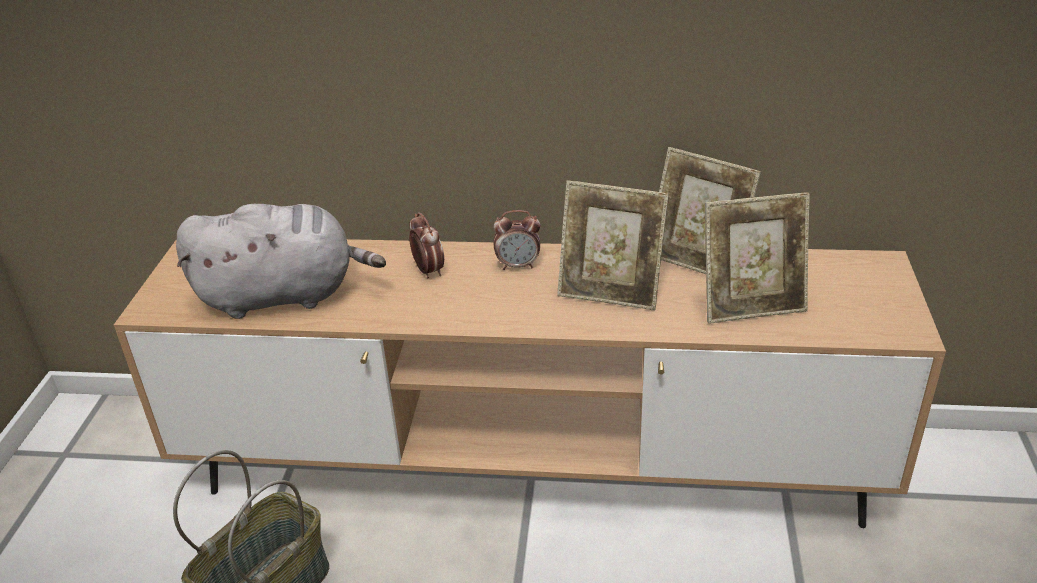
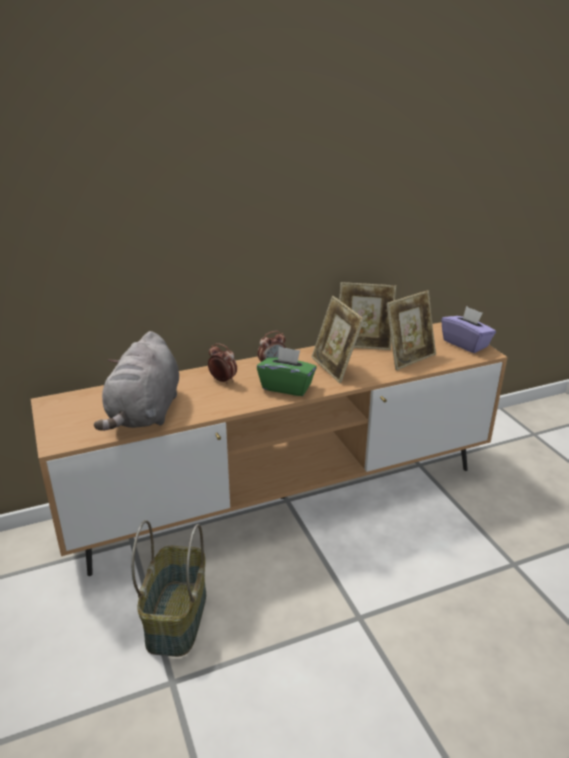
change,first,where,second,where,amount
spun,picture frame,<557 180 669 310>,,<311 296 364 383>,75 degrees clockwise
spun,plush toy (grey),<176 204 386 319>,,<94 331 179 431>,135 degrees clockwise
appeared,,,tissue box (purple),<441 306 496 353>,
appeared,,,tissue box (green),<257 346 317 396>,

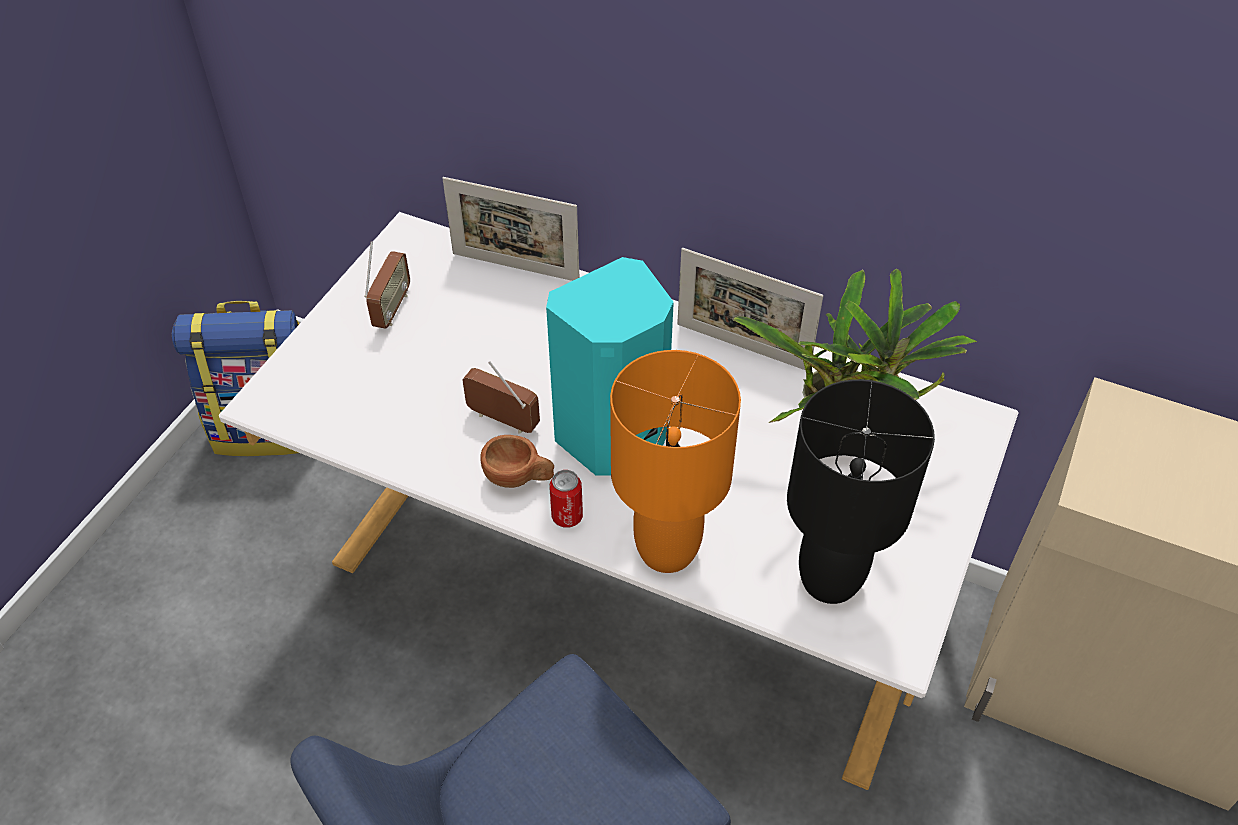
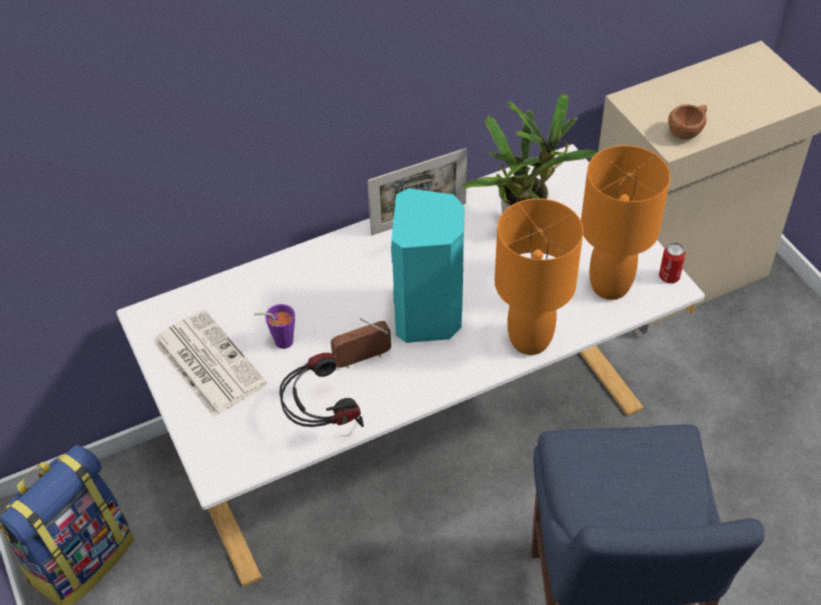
change,first,where,second,where,amount
missing,picture frame,<442 177 580 281>,,,
exchanged,radio,<364 242 410 329>,newspaper,<153 309 267 417>,
colour,table lamp (black),<787 379 935 604>,table lamp (orange),<581 145 670 300>,
relocated,cup (brown),<480 435 554 488>,,<668 104 707 140>,
relocated,can,<549 470 583 528>,,<659 243 686 283>,
appeared,,,cup (purple),<254 304 295 349>,
appeared,,,headphones,<279 353 364 427>,

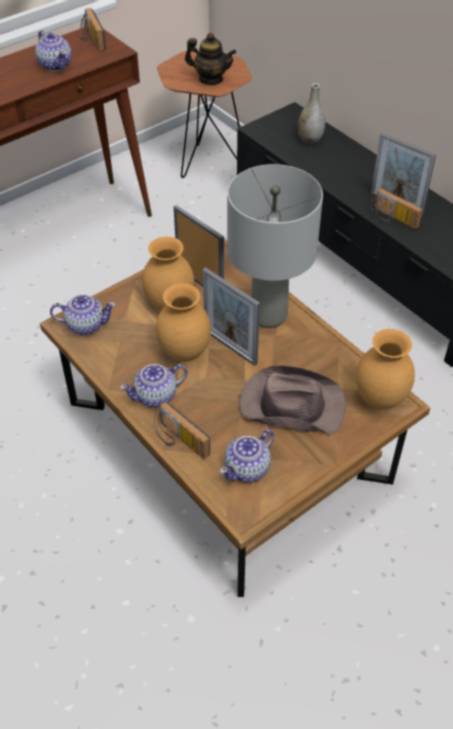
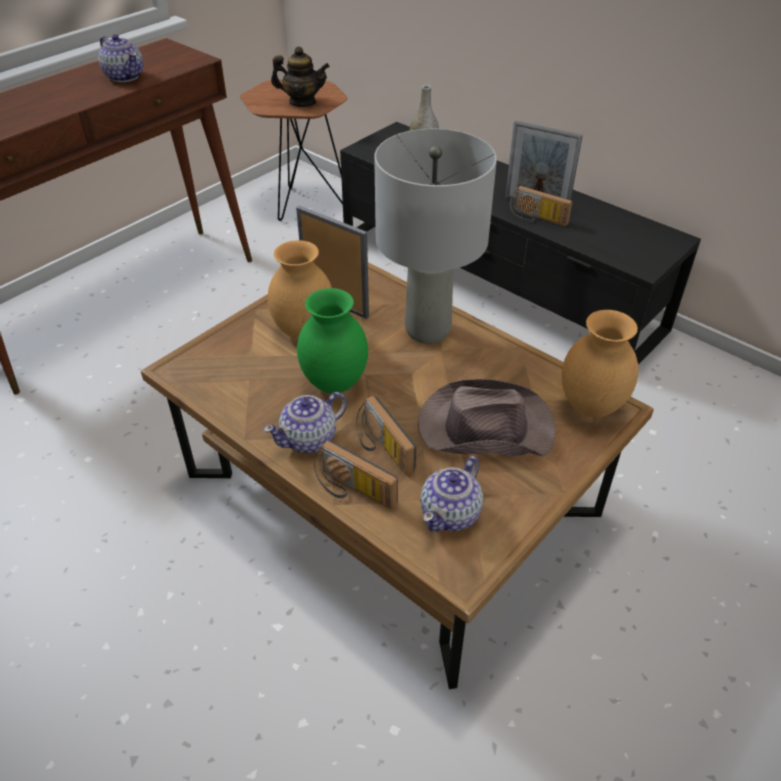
change,first,where,second,where,amount
relocated,radio,<80 8 106 51>,,<356 396 416 475>,
missing,picture frame,<203 267 260 366>,,,
colour,vase (brown),<156 283 211 362>,vase (green),<297 288 368 393>,
missing,teapot,<50 294 116 335>,,,

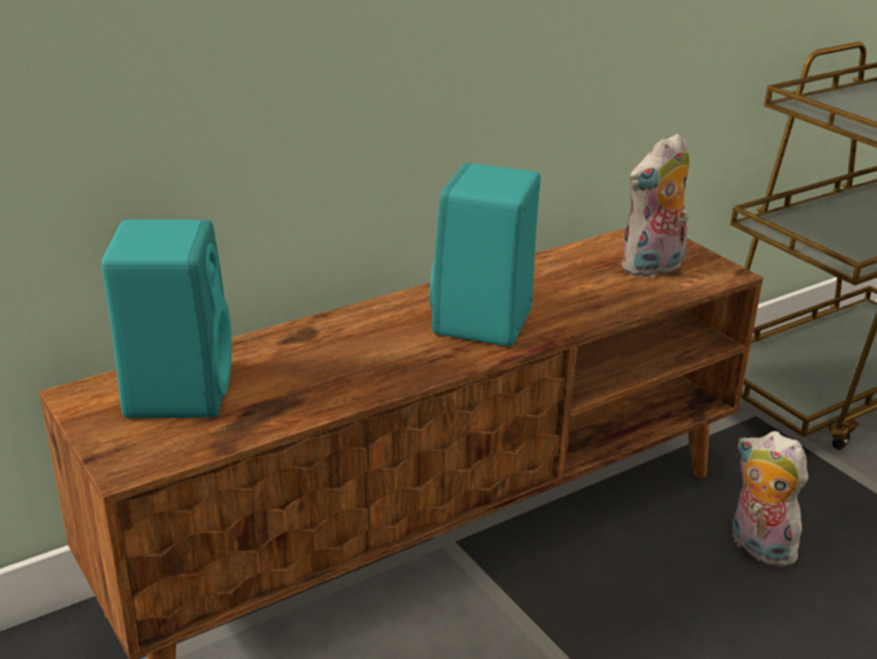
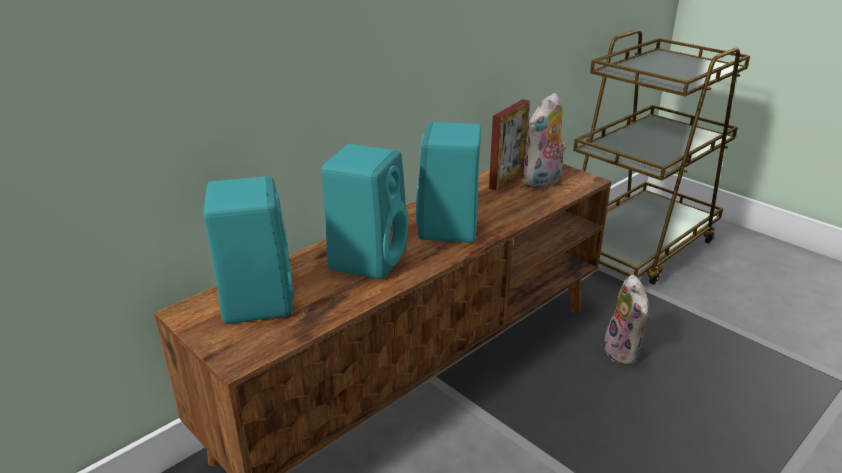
change,first,where,second,where,amount
spun,plush toy,<732 431 808 567>,,<604 275 650 365>,135 degrees counterclockwise
appeared,,,picture frame,<489 99 530 190>,
appeared,,,speaker (turquoise),<321 144 408 279>,

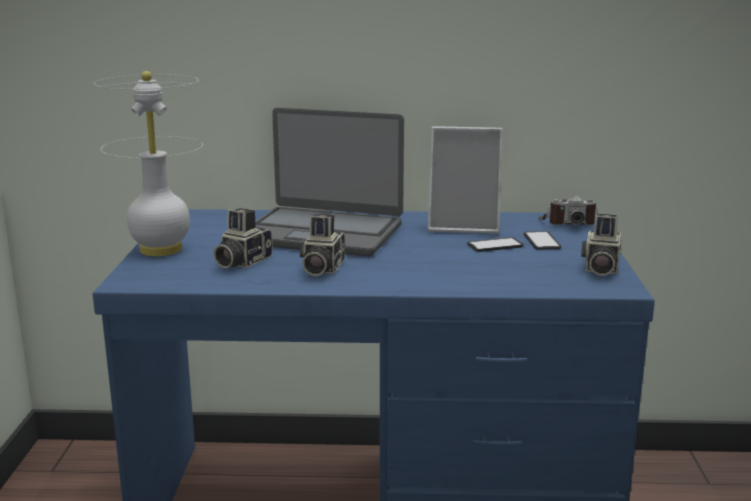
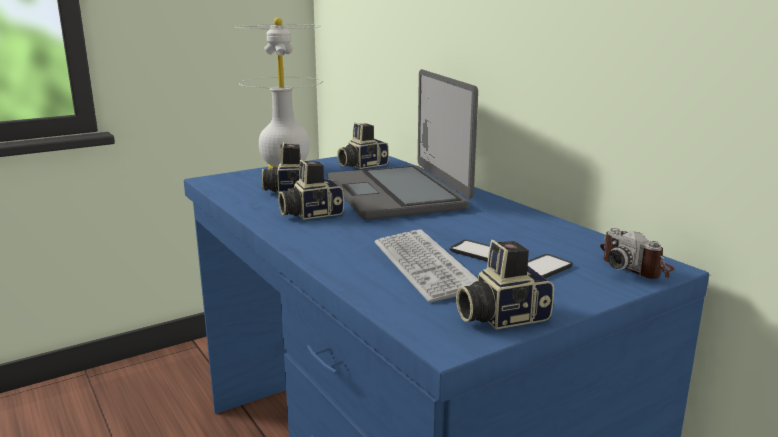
change,first,where,second,where,amount
missing,picture frame,<428 126 503 234>,,,
appeared,,,photo camera,<337 123 389 169>,
appeared,,,keyboard,<375 229 478 302>,

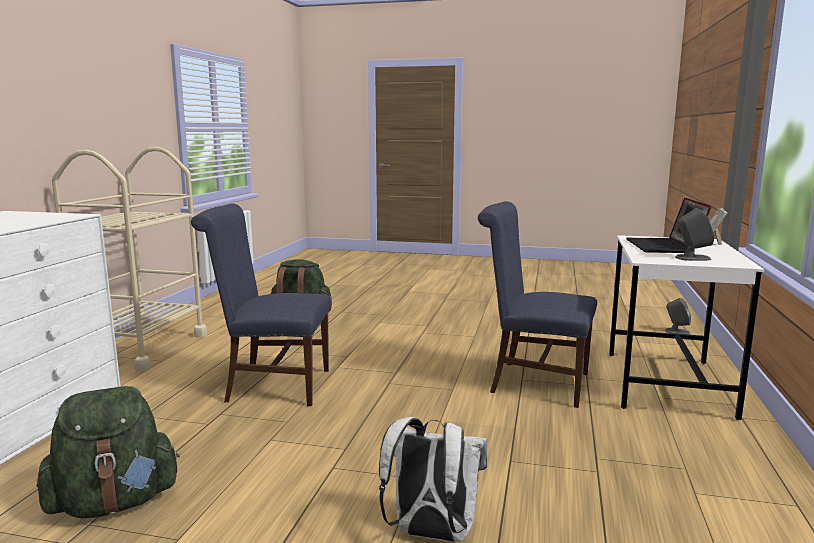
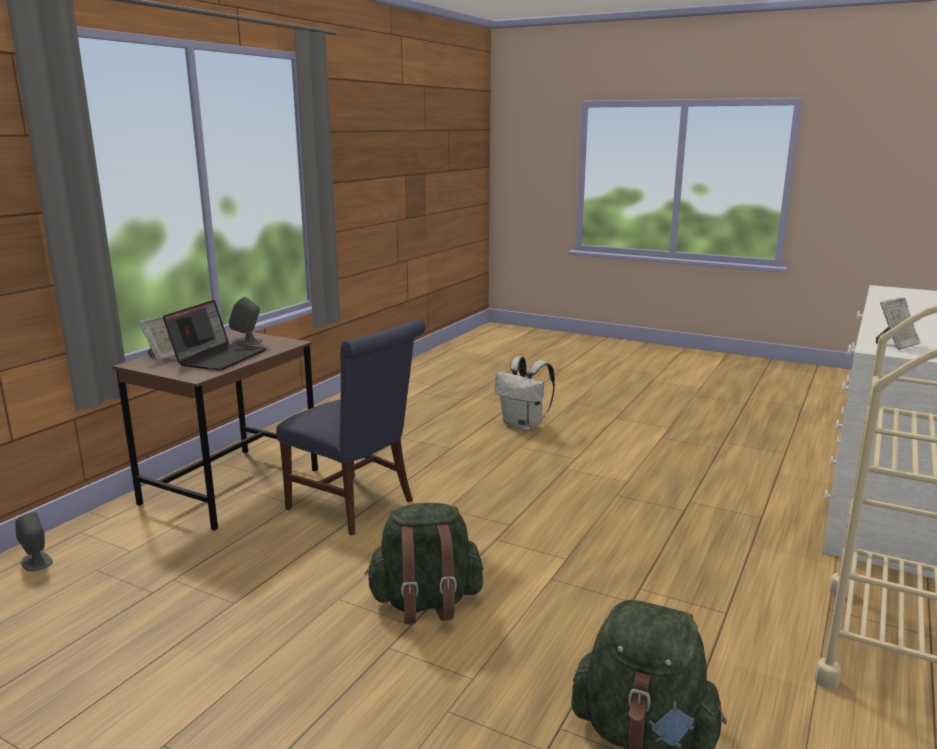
change,first,where,second,where,amount
missing,chair (blue),<191 204 331 406>,,,
colour,desk (white),<609 235 765 420>,desk (brown),<113 330 318 531>,
relocated,backpack (green),<36 386 180 518>,,<365 503 483 624>,
appeared,,,picture frame,<876 298 920 350>,

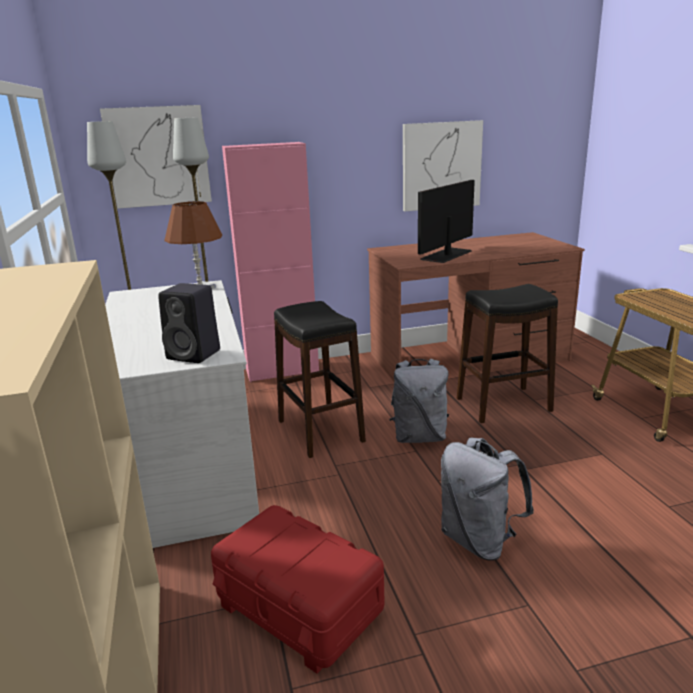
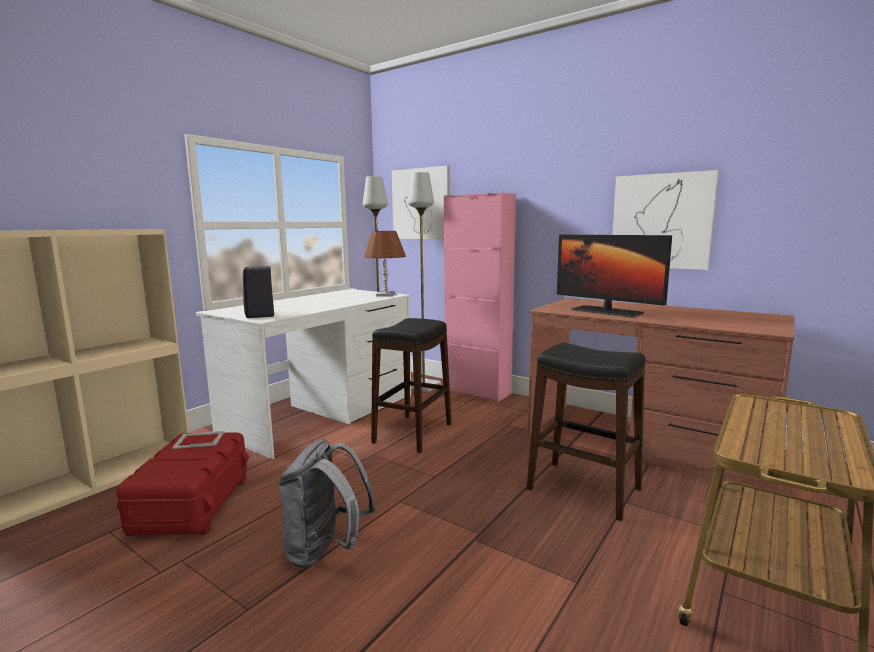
change,first,where,second,where,amount
spun,monitor,<418 180 475 263>,,<557 235 672 318>,135 degrees counterclockwise
missing,backpack (grey),<390 358 449 443>,,,
appeared,,,picture frame,<172 431 224 449>,

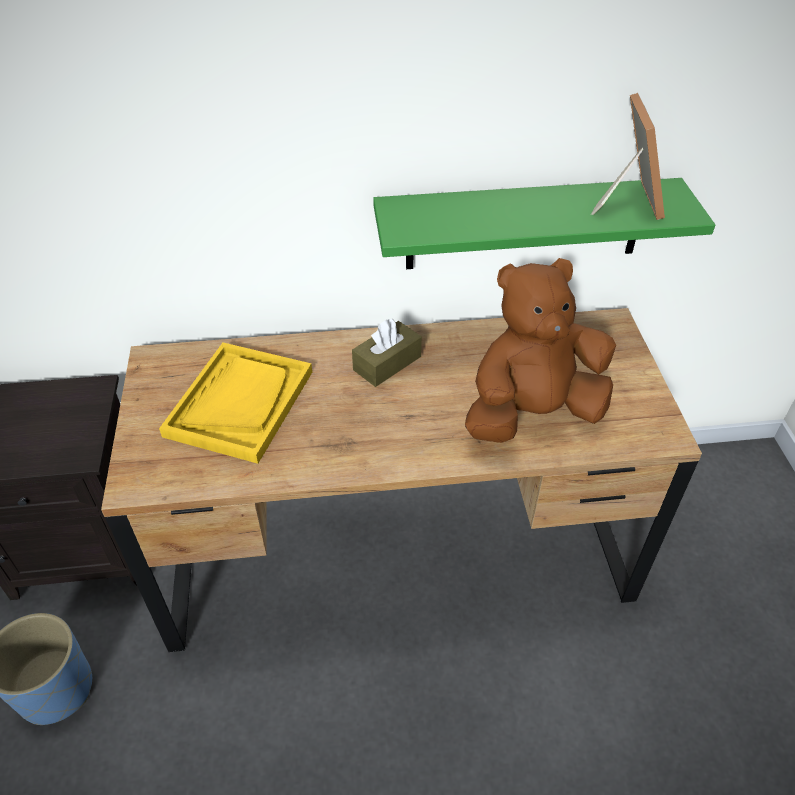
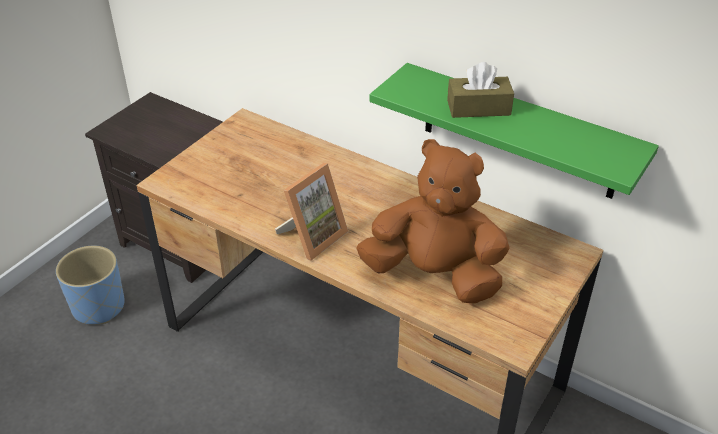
change,first,where,second,where,amount
relocated,picture frame,<591 93 665 220>,,<275 163 348 260>,
relocated,tissue box (brown),<352 319 422 387>,,<447 62 514 118>,
missing,tray (yellow),<159 343 312 464>,,,

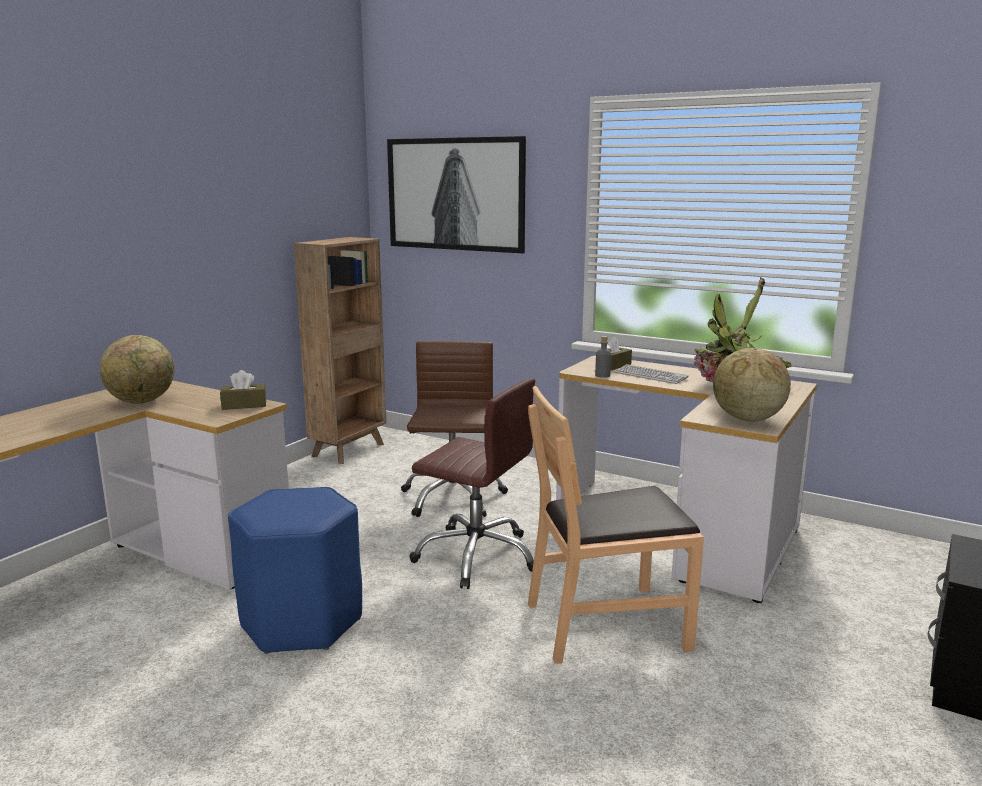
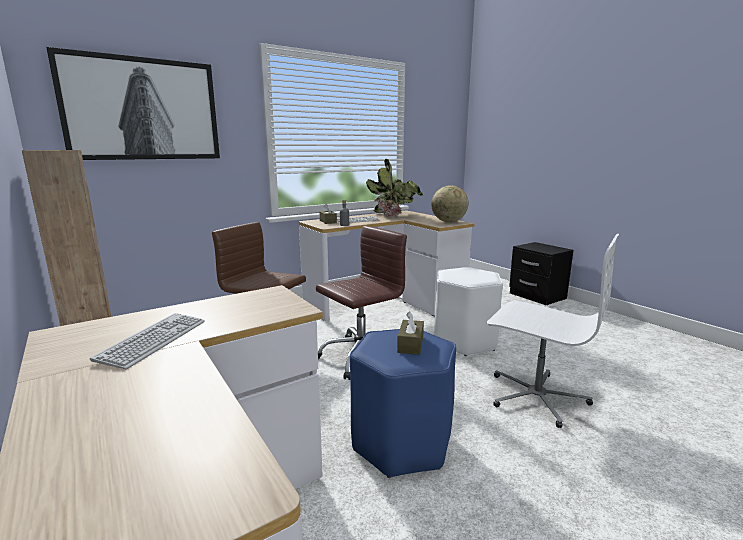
change,first,where,second,where,amount
exchanged,globe,<99 335 175 404>,keyboard,<90 313 205 369>,
relocated,tissue box (brown),<220 370 266 410>,,<397 311 424 355>,
exchanged,chair (brown),<528 386 704 664>,stool (white),<434 267 503 356>,
appeared,,,office chair (white),<487 234 619 428>,

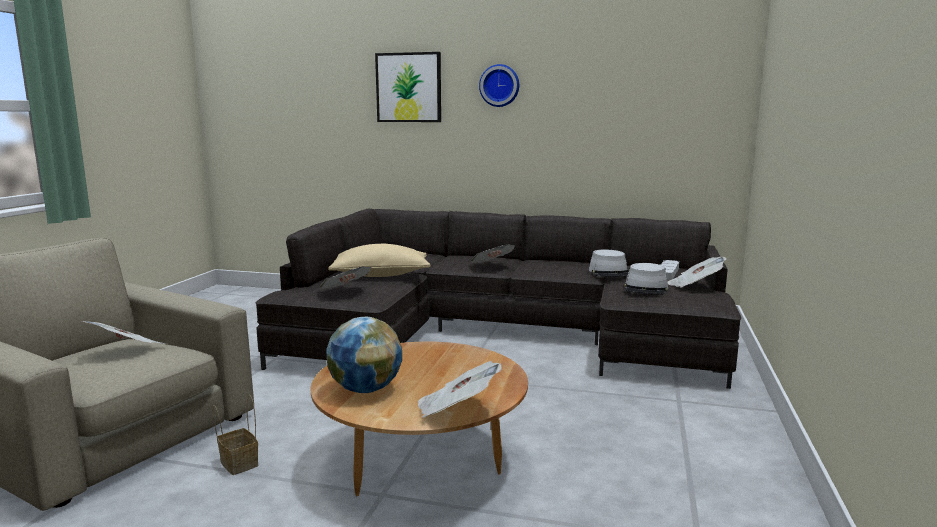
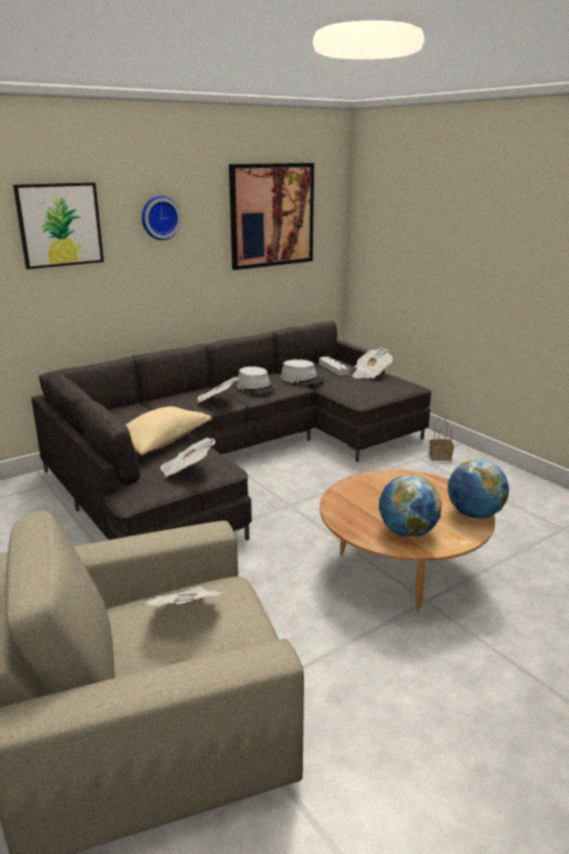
change,first,where,second,where,amount
relocated,hat (grey),<624 263 668 295>,,<236 366 275 394>,
exchanged,newspaper,<418 361 502 418>,globe,<448 459 509 518>,
relocated,basket,<213 395 258 475>,,<429 417 454 461>,
appeared,,,picture,<229 163 314 270>,

